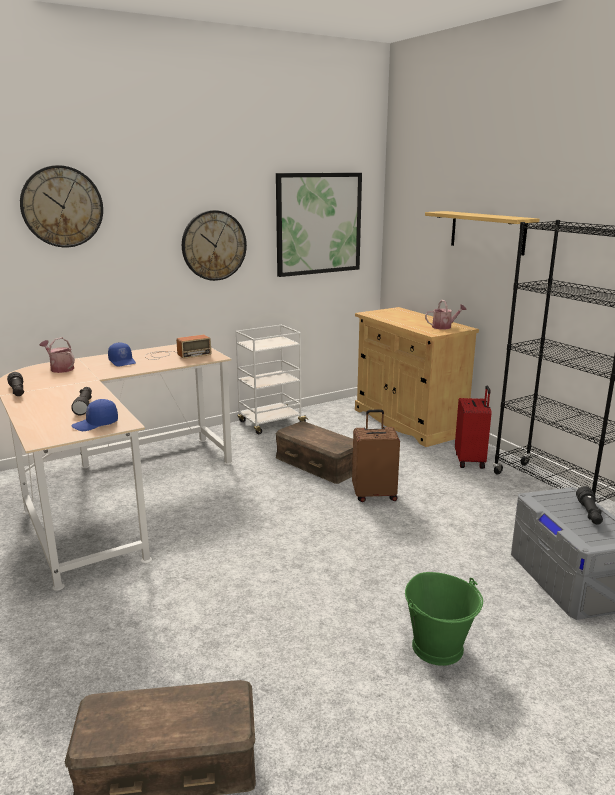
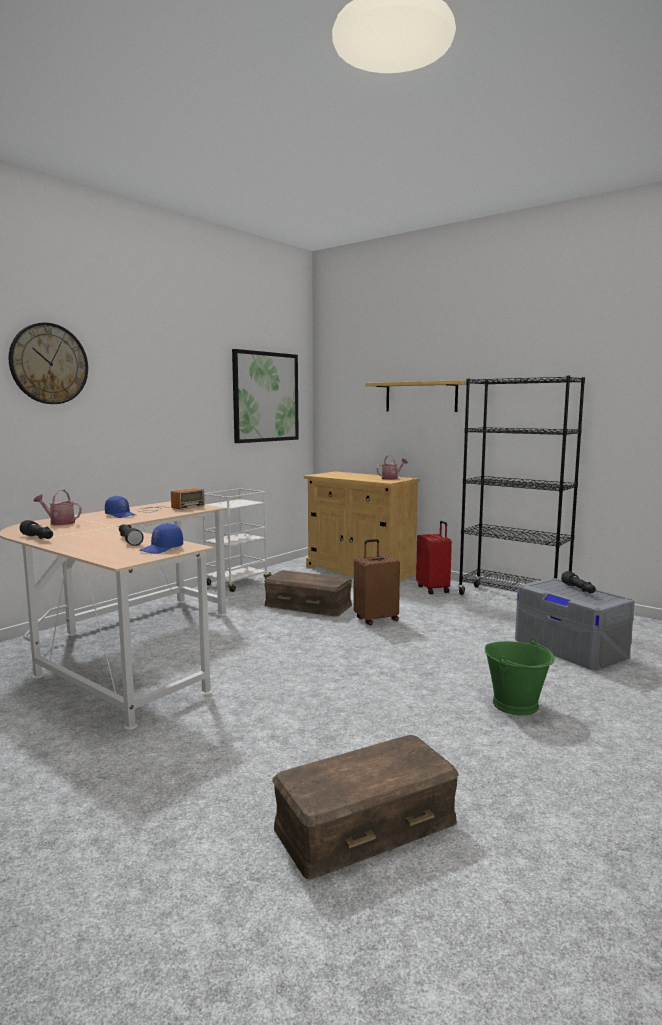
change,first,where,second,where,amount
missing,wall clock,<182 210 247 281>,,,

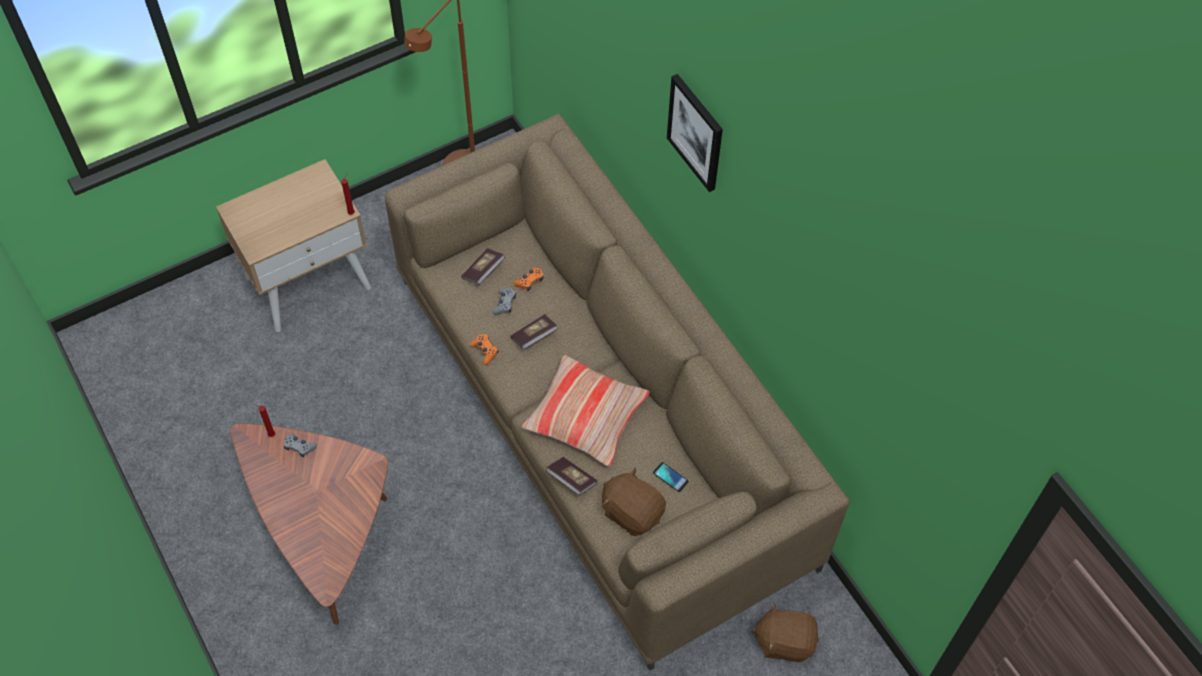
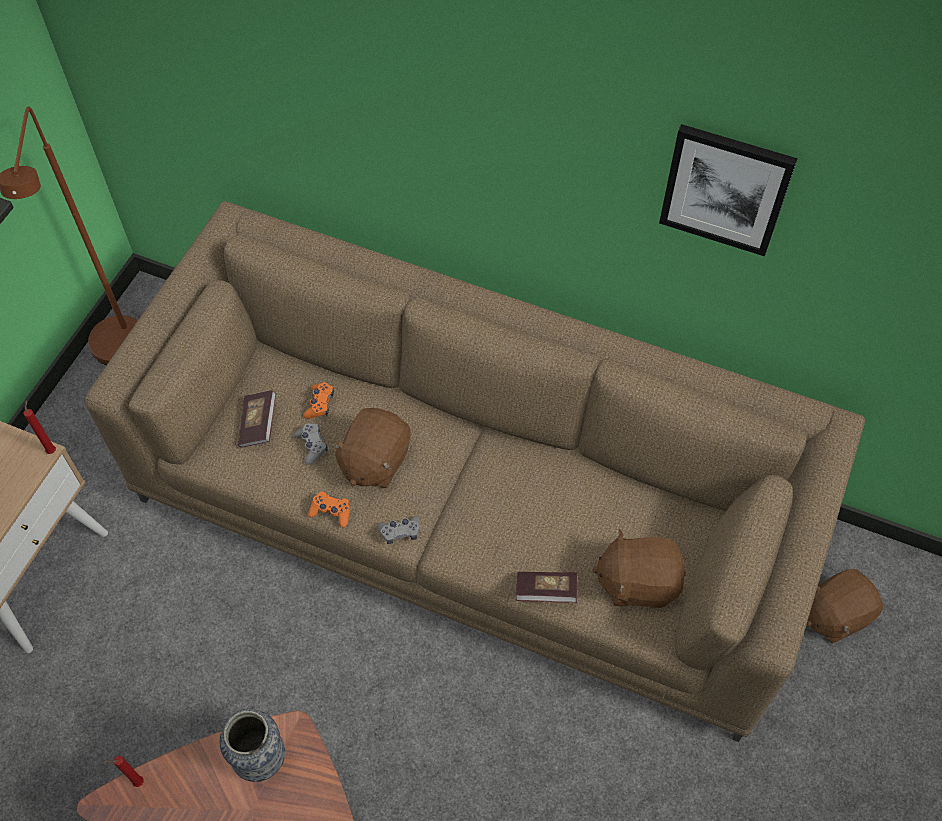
change,first,where,second,where,amount
relocated,picture,<667 74 723 192>,,<659 124 798 257>,
exchanged,book,<510 314 559 350>,plush toy (brown),<331 408 411 488>,
missing,pillow,<522 355 650 467>,,,
relocated,game controller (grey),<284 433 317 457>,,<378 516 420 544>,
missing,phone,<653 462 689 492>,,,
appeared,,,vase,<220 709 285 782>,

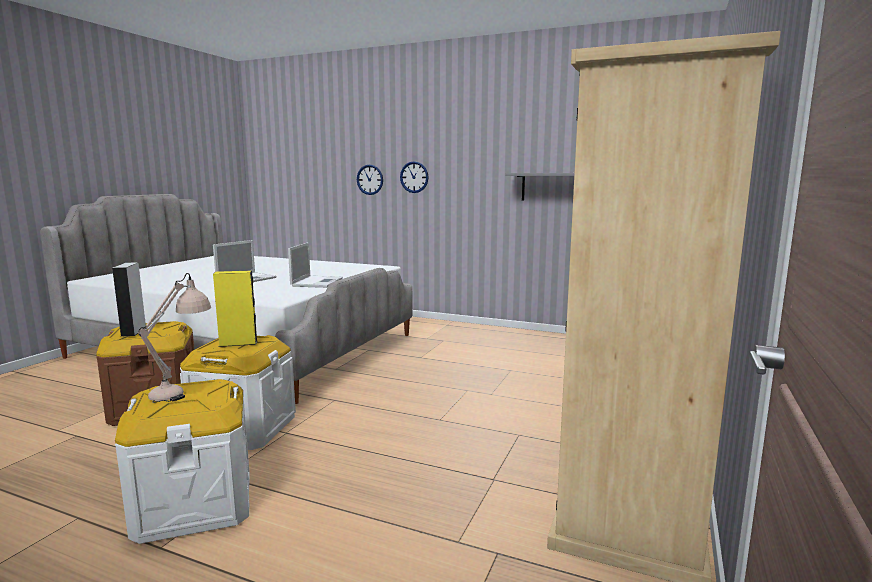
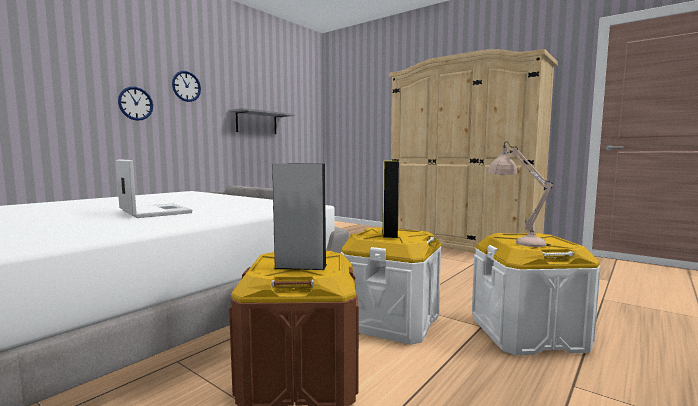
change,first,where,second,where,amount
relocated,wall clock,<357 165 383 195>,,<172 71 201 102>,
missing,laptop,<288 242 343 288>,,,

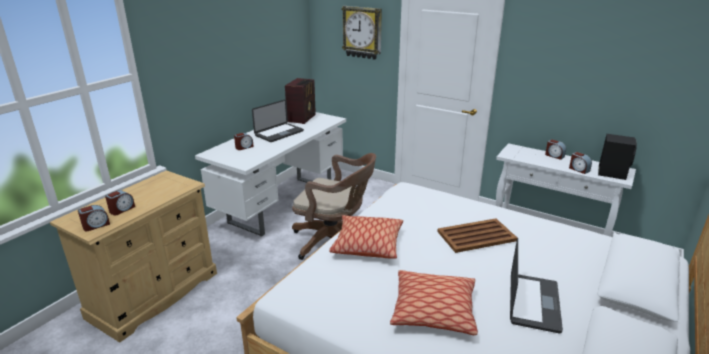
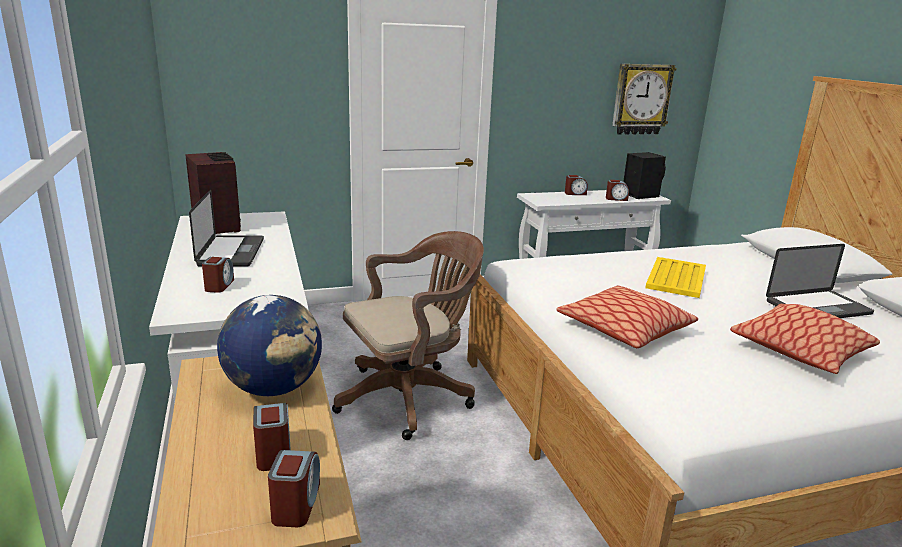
change,first,where,second,where,amount
relocated,wall clock,<341 6 382 60>,,<612 64 677 135>,
colour,tray (brown),<437 218 517 253>,tray (yellow),<645 257 706 298>,
spun,laptop,<510 238 563 333>,,<766 244 874 318>,105 degrees clockwise
appeared,,,globe,<217 295 322 396>,

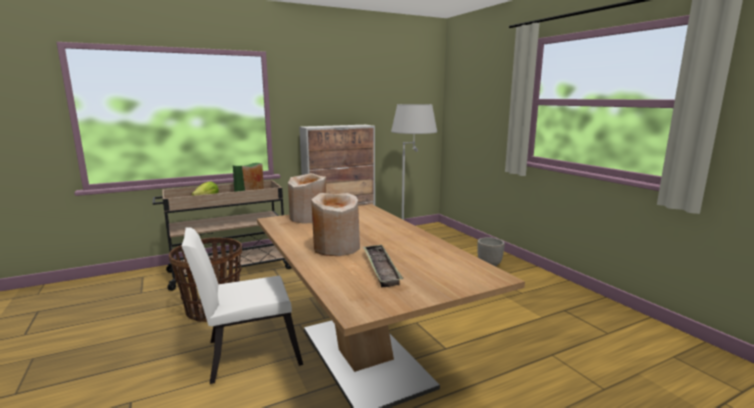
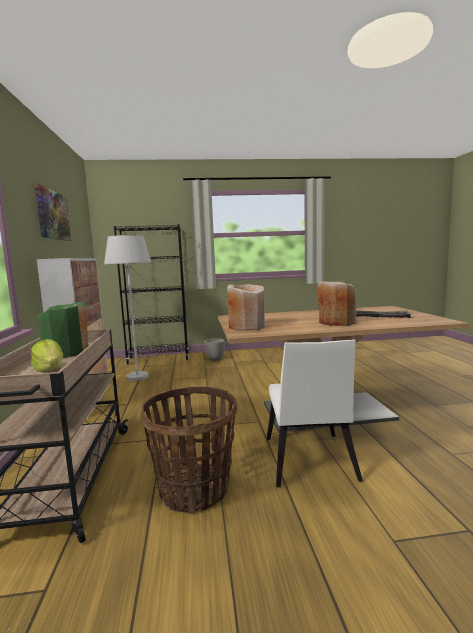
change,first,where,second,where,amount
appeared,,,picture,<35 184 71 241>,
appeared,,,bookcase (black),<114 224 189 364>,

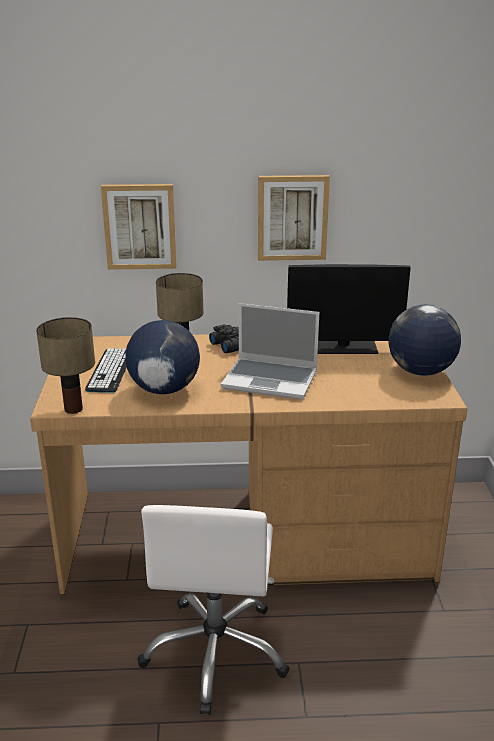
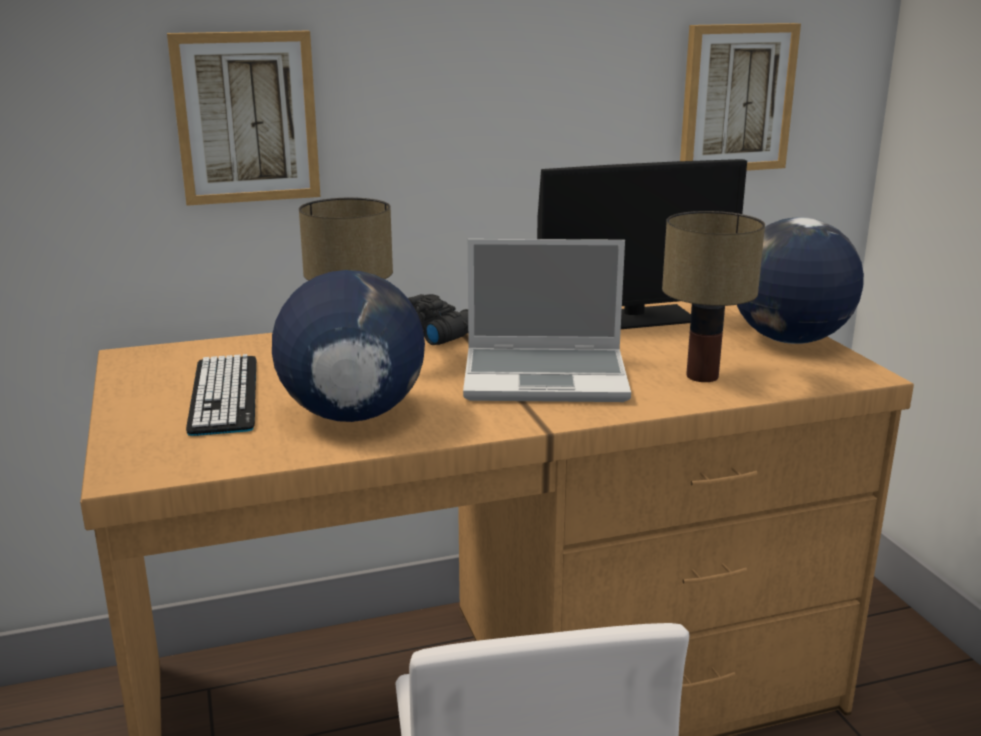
change,first,where,second,where,amount
relocated,picture,<258 175 330 261>,,<680 23 801 171>,
relocated,table lamp,<36 317 95 414>,,<662 211 765 382>,

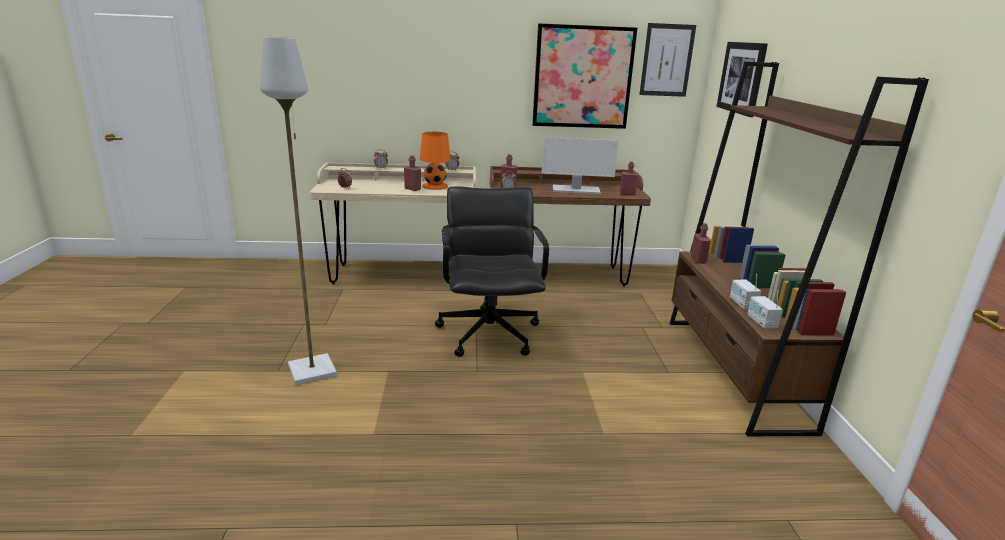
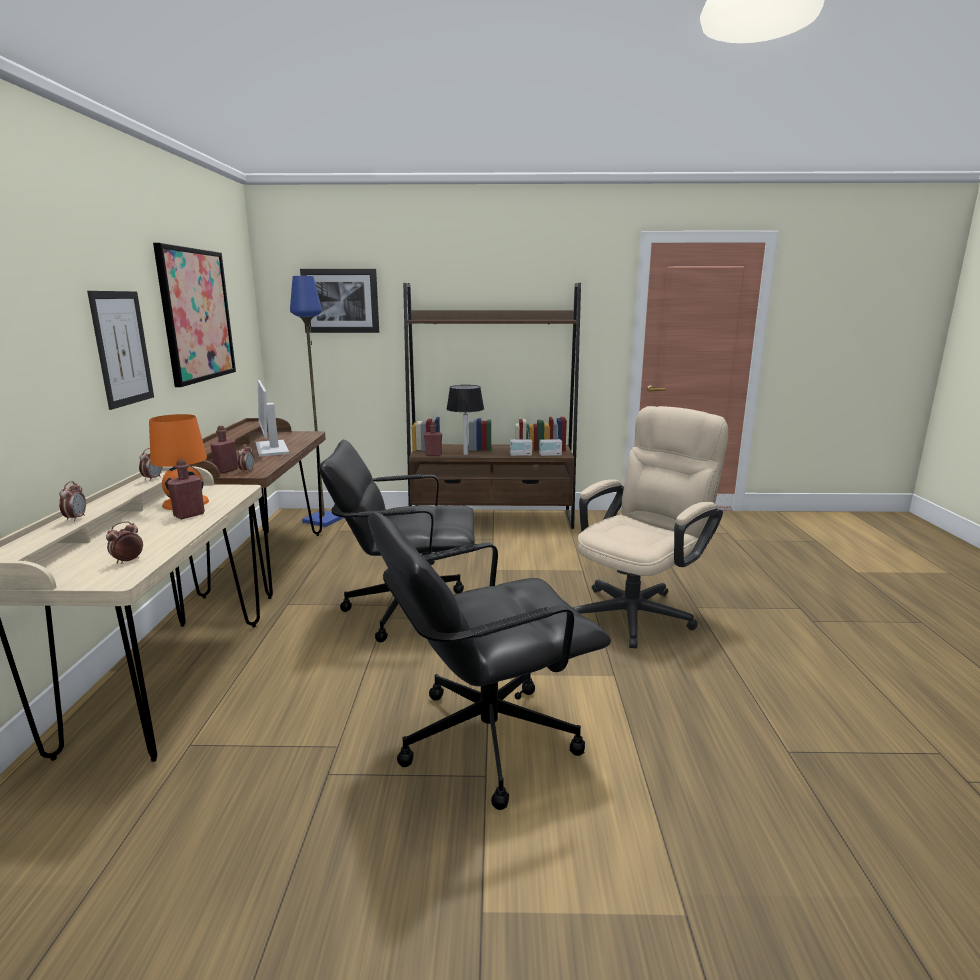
change,first,where,second,where,amount
relocated,picture,<639 23 696 97>,,<87 291 154 410>,
exchanged,floor lamp (grey),<260 37 337 385>,office chair (black),<368 512 611 810>,
spun,monitor,<542 137 618 194>,,<256 380 289 457>,150 degrees clockwise
missing,bottle (red),<620 162 639 196>,,,
appeared,,,floor lamp (blue),<290 276 344 527>,
appeared,,,table lamp (black),<446 385 484 455>,
appeared,,,office chair (beige),<573 406 728 648>,

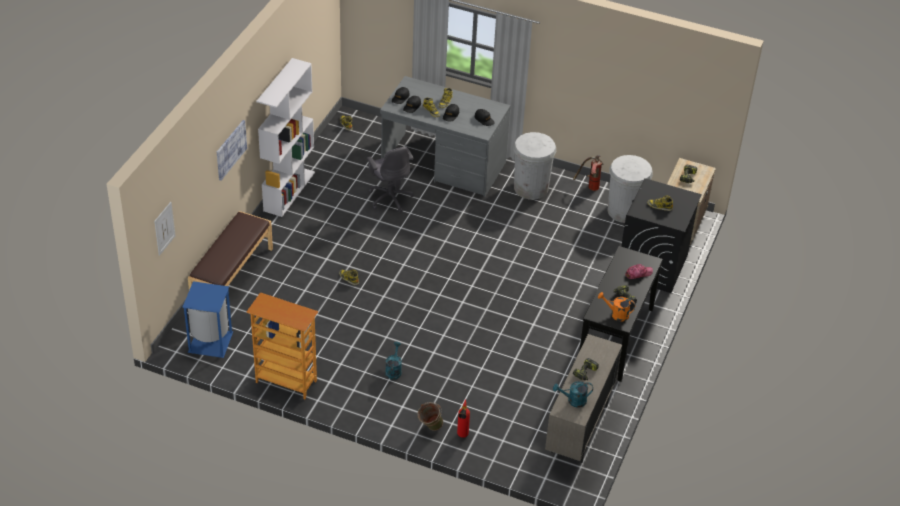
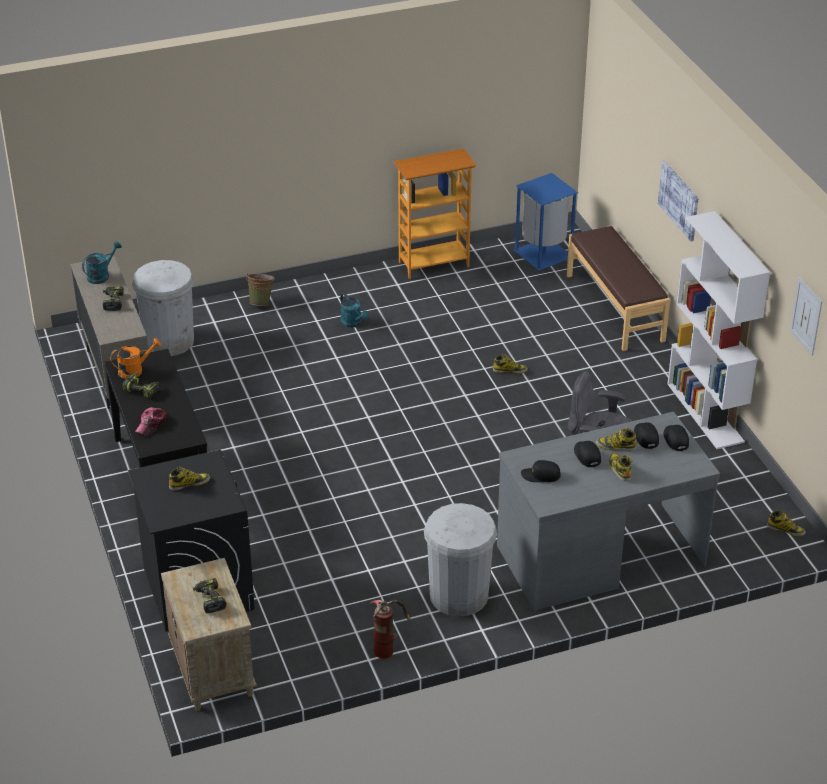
change,first,where,second,where,amount
relocated,trash can (white),<608 155 653 223>,,<132 260 194 356>,
relocated,picture,<154 202 175 256>,,<790 277 823 356>,
missing,fire extinguisher,<457 399 470 438>,,,

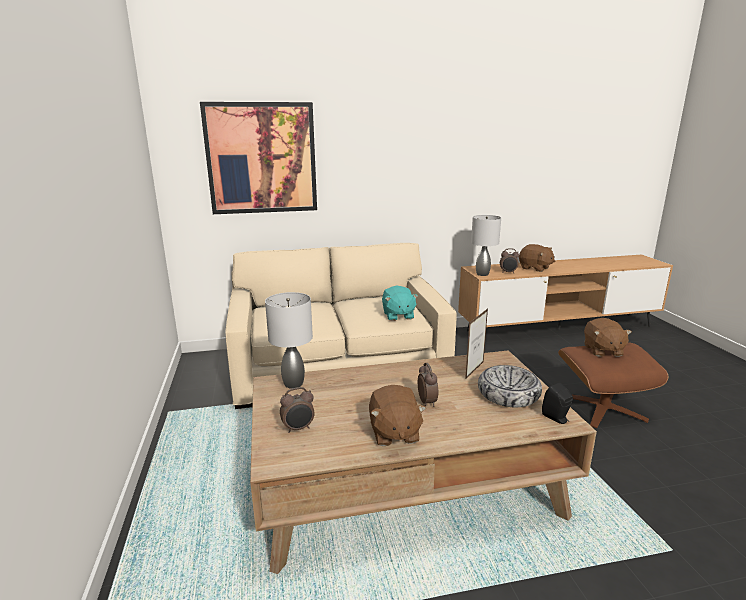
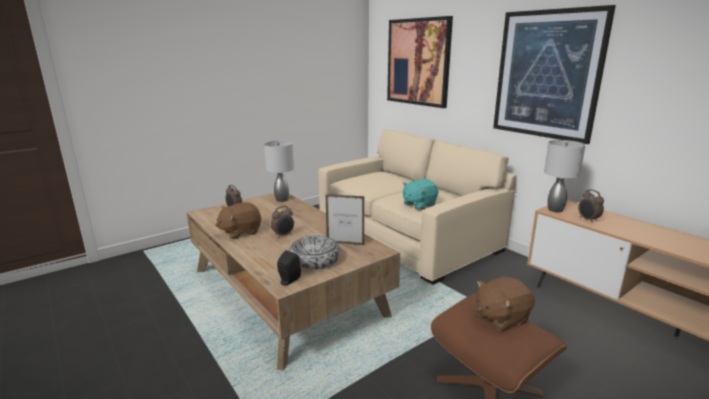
change,first,where,second,where,amount
missing,plush toy (brown),<519 244 555 272>,,,
appeared,,,picture,<493 5 616 144>,

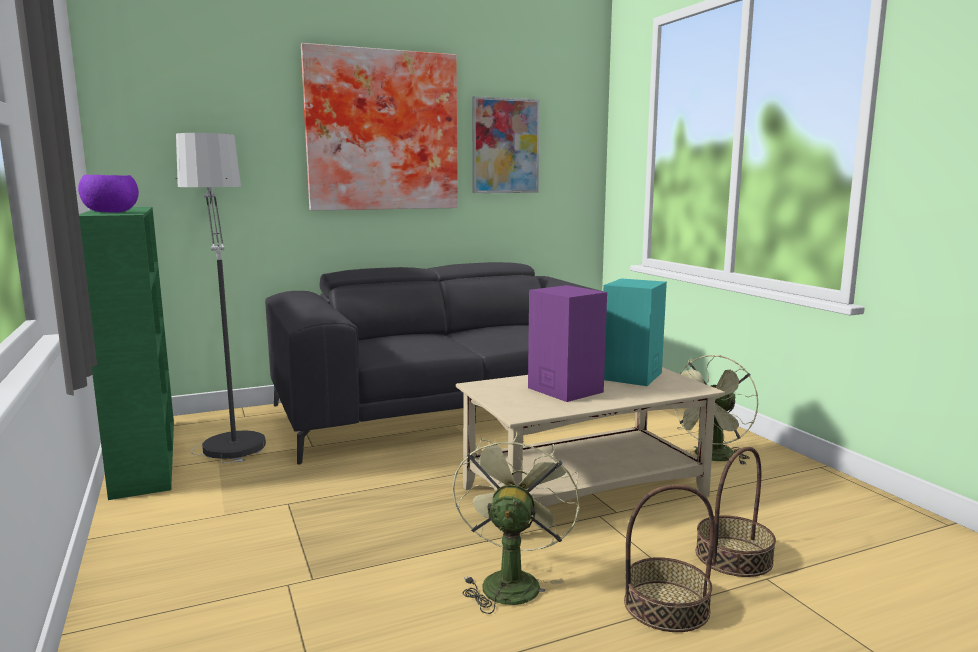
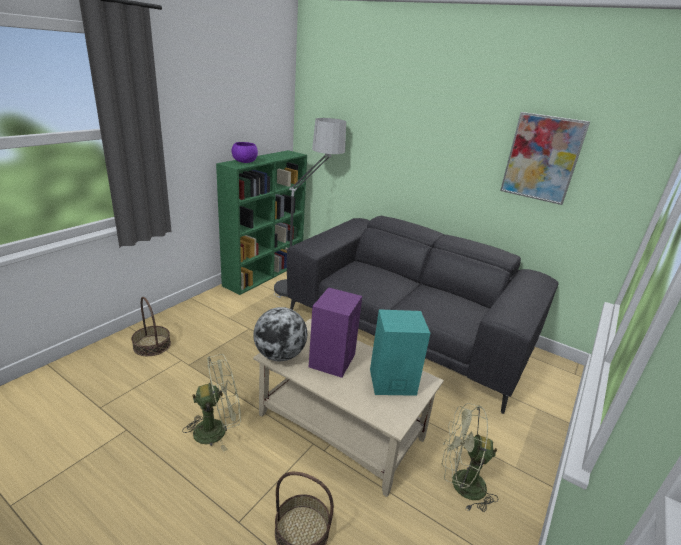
change,first,where,second,where,amount
missing,picture,<301 43 458 211>,,,
relocated,basket,<624 484 715 632>,,<131 297 171 356>,
appeared,,,globe,<253 307 307 361>,

